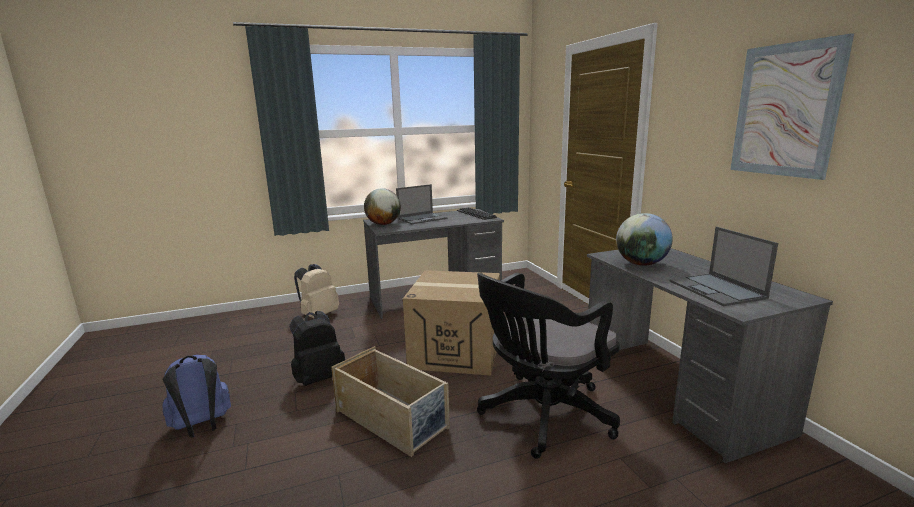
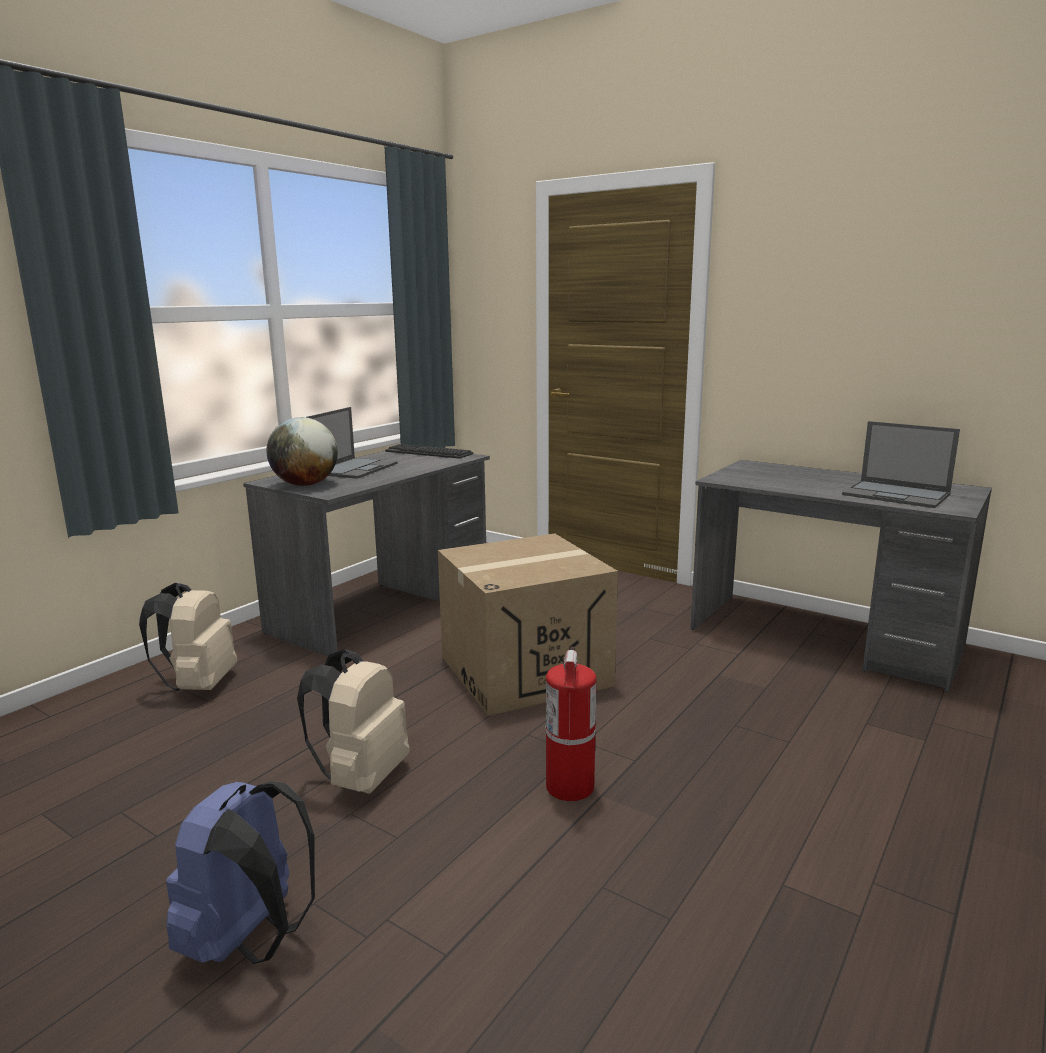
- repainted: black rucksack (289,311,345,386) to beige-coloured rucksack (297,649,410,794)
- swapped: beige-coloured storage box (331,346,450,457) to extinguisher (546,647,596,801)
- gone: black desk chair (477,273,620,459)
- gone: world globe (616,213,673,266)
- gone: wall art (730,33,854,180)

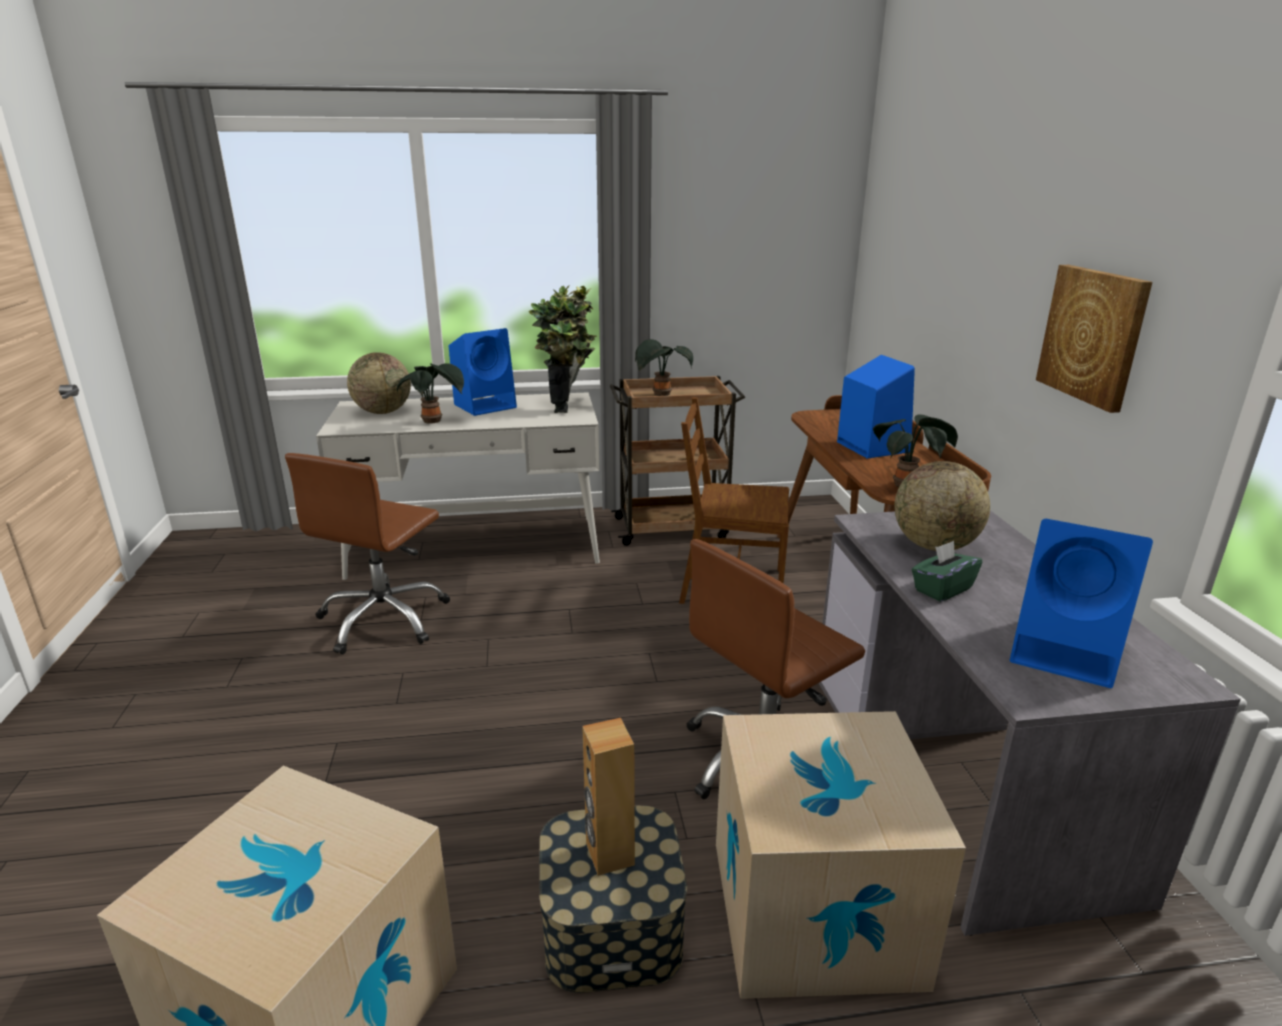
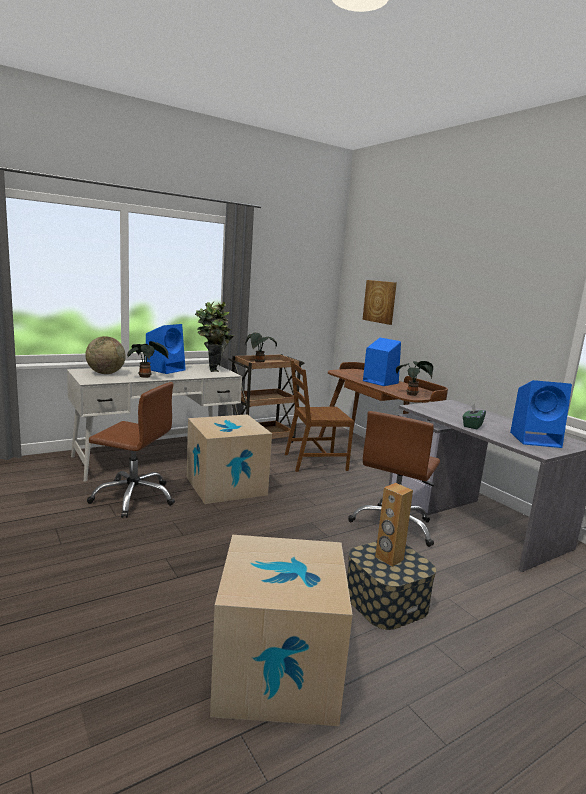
- rotated: brown-coloured desk chair (285,453,450,654) = (87,382,175,518) 75 degrees counterclockwise
- shifted: packing box (716,711,966,999) to (187,414,272,504)
- shifted: wall art (1036,265,1153,413) to (363,280,397,325)
- gone: world globe (894,461,990,551)

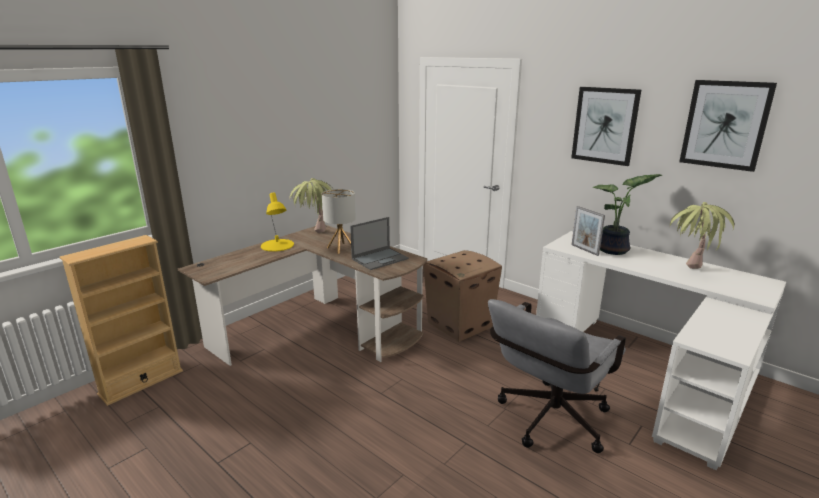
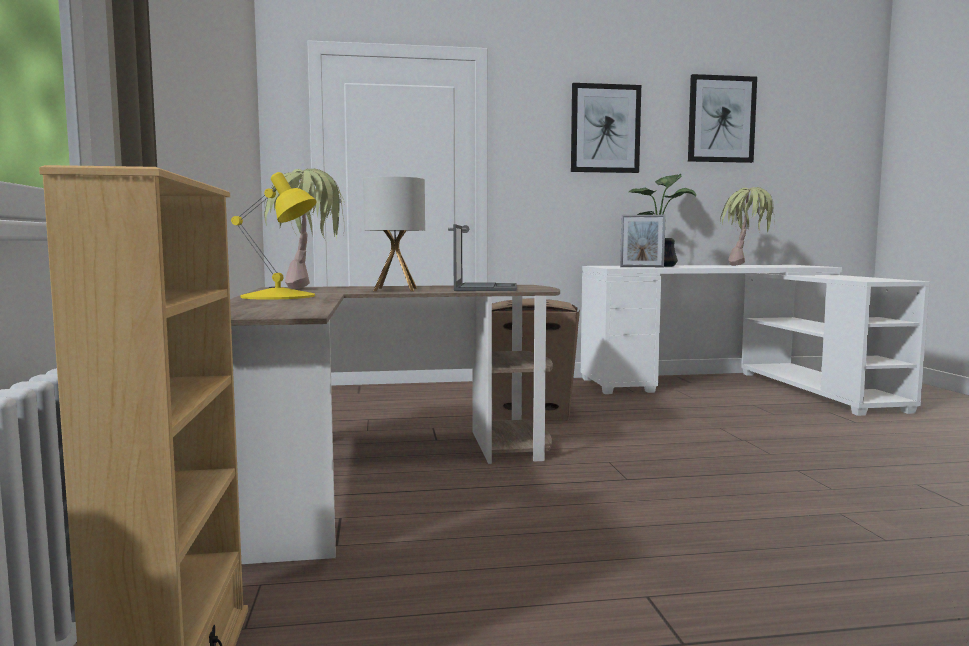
- gone: greyish desk chair (488,299,626,453)

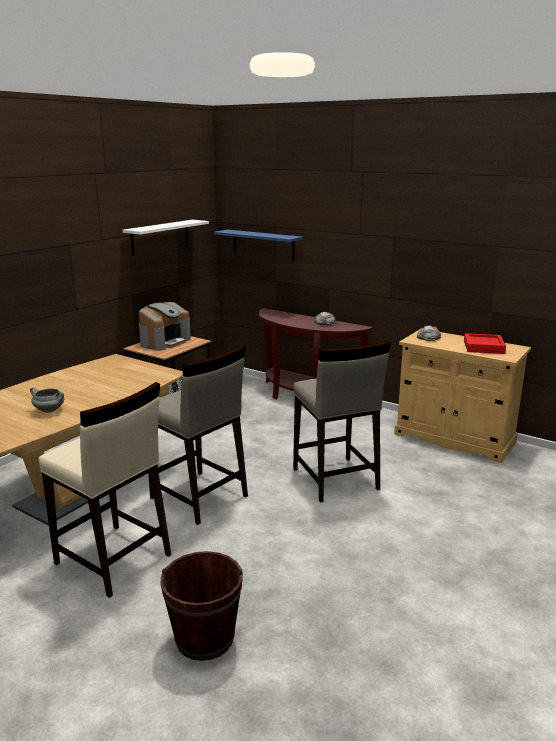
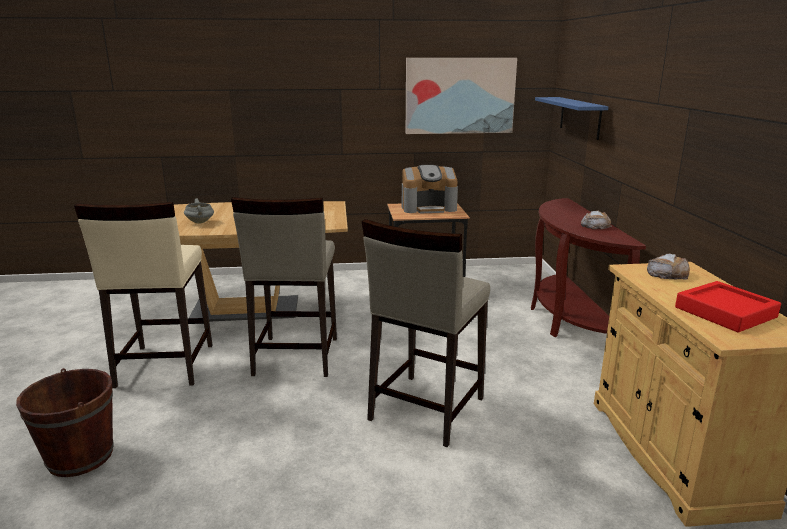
- swapped: white shelf (123,220,209,256) to wall art (406,58,517,134)

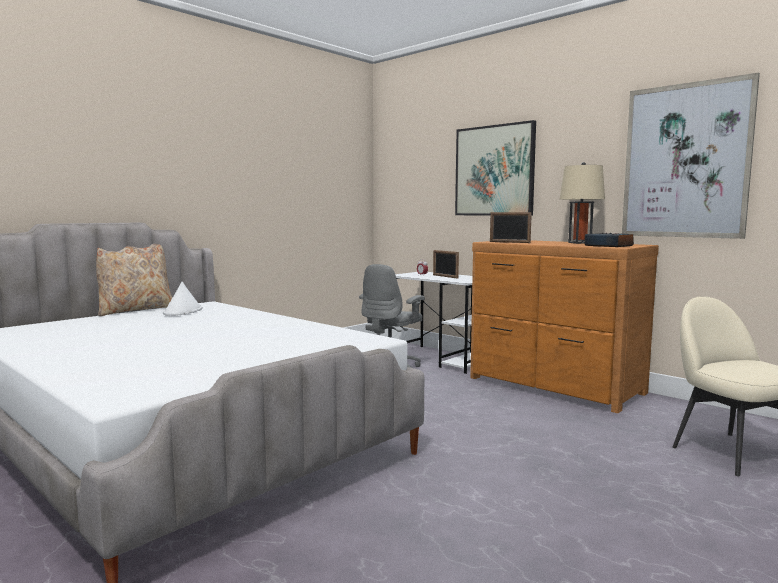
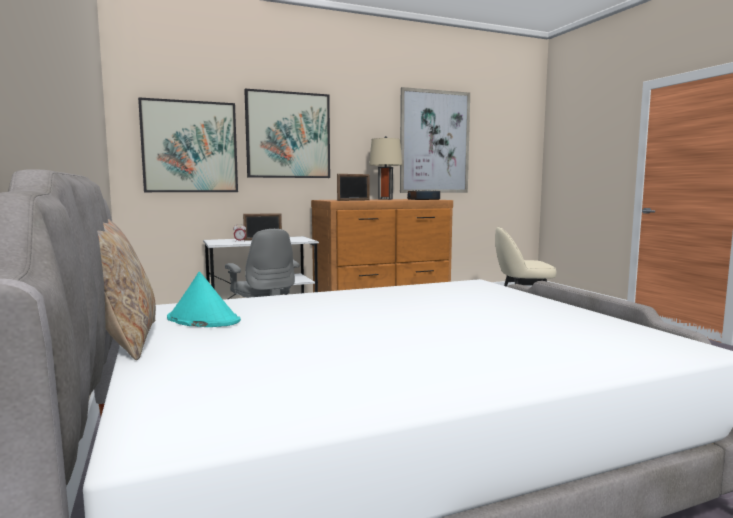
- new: wall art (138,97,238,192)
- repainted: white clothing hat (163,282,203,316) to turquoise-coloured clothing hat (167,272,241,327)

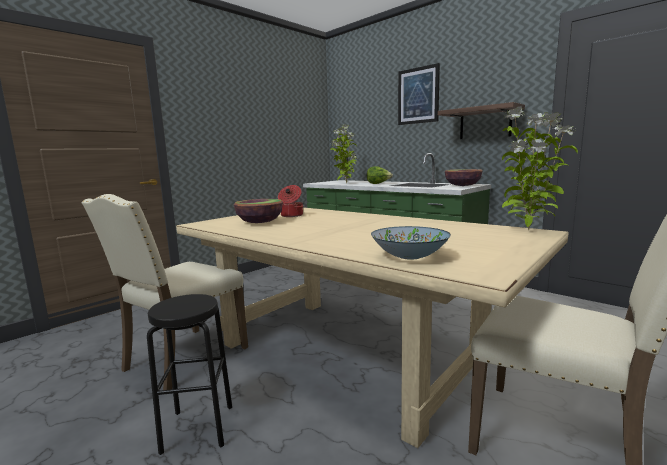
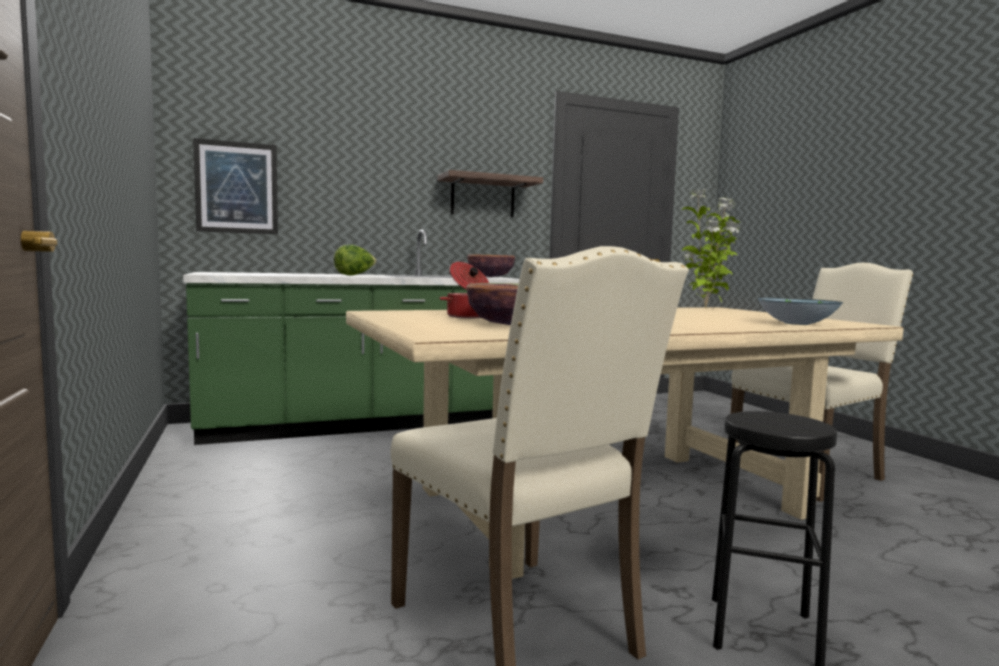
- shifted: wall art (398,63,440,125) to (193,138,278,234)
- gone: plant in a pot (330,124,357,184)

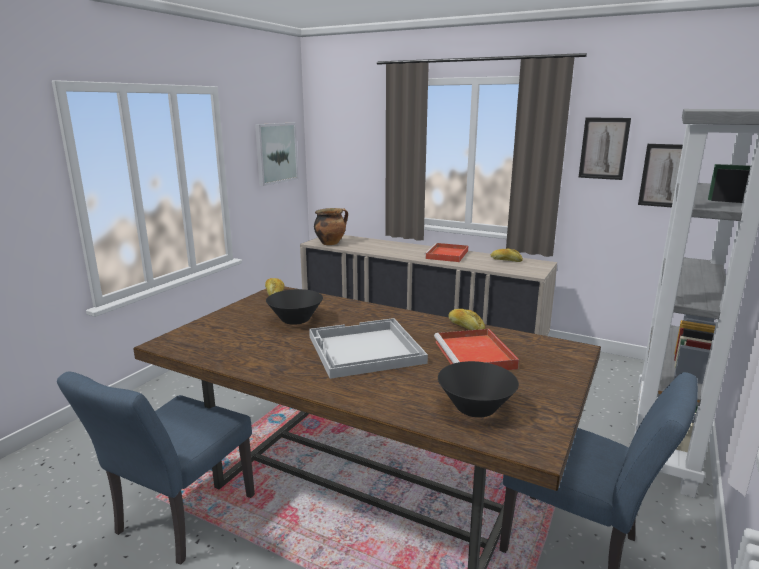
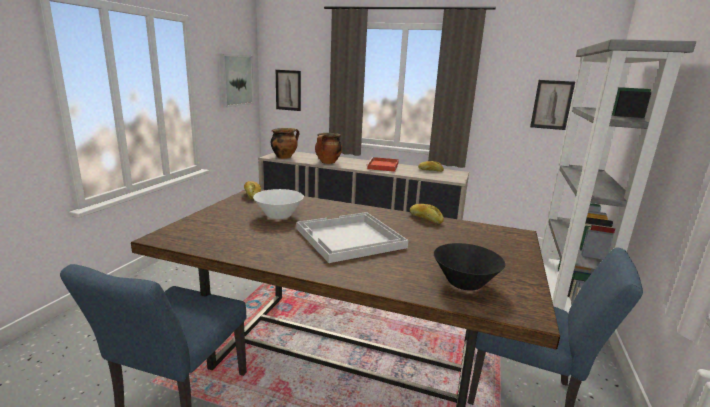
- repainted: black bowl (266,289,323,325) to white bowl (253,189,304,219)
- shifted: wall art (579,117,631,180) to (276,70,301,111)
- new: saucepot (315,133,342,164)
- gone: reddish serving tray (434,329,519,370)

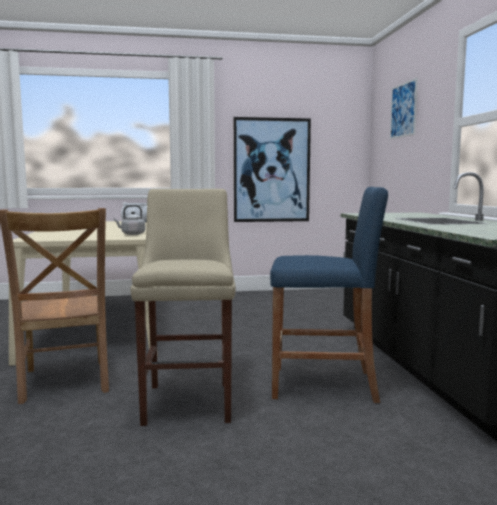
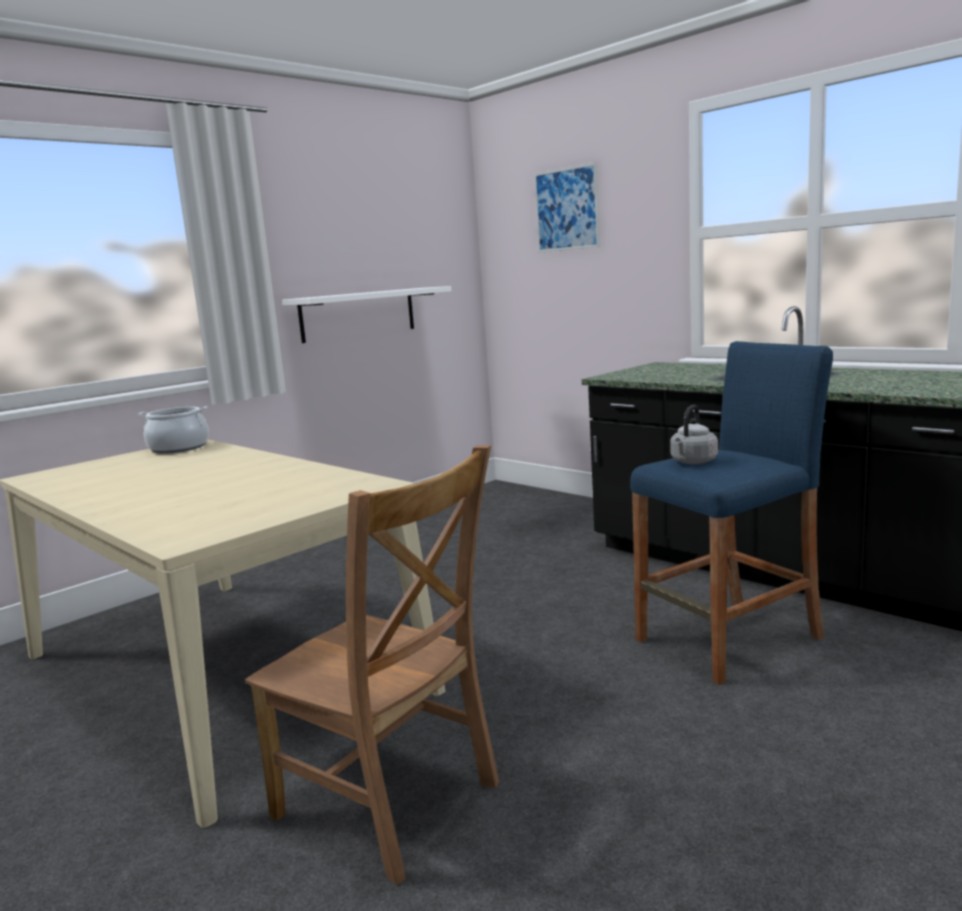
- swapped: wall art (234,117,311,222) to white shelf (282,286,451,343)
- shifted: greyish kettle (114,205,146,235) to (670,405,718,464)
- gone: beige-coloured stool (130,189,236,426)

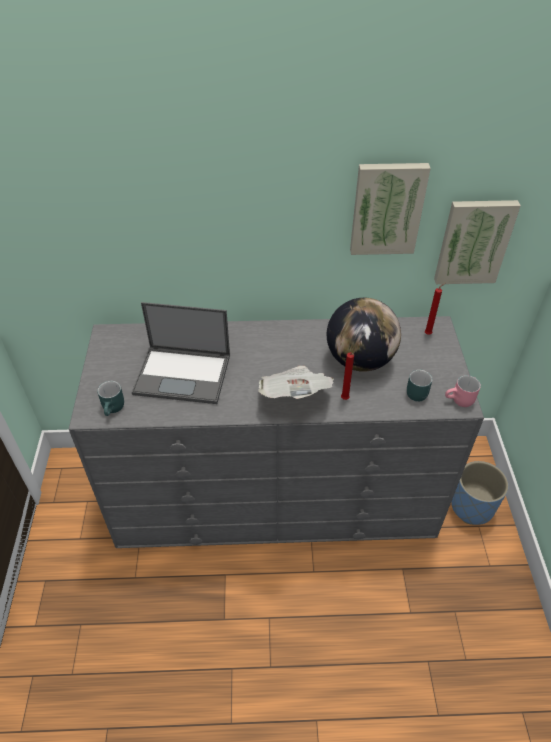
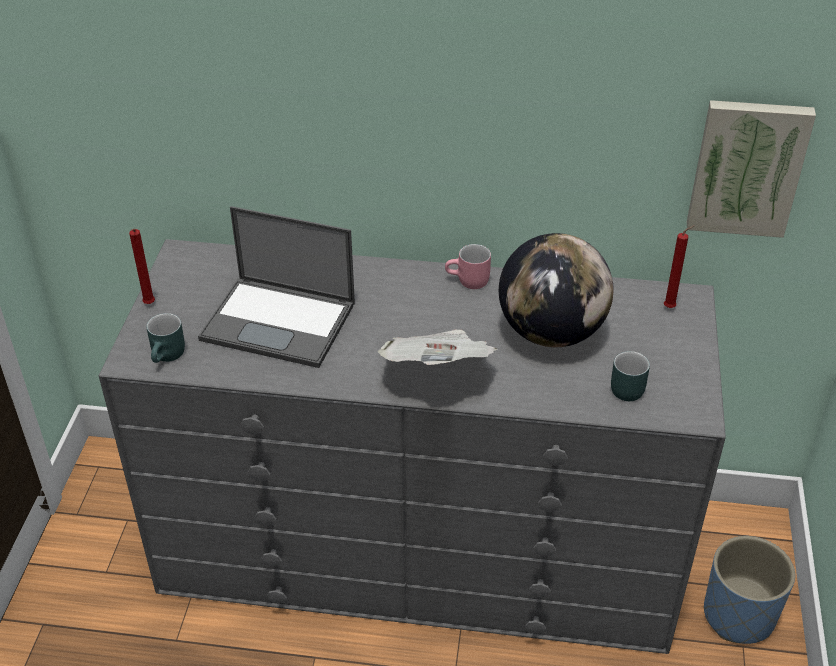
- shifted: reddish wax light (341,353,354,400) to (129,228,155,304)
- shifted: pink tea mug (445,375,481,407) to (445,244,491,289)
- gone: wall art (350,163,431,255)

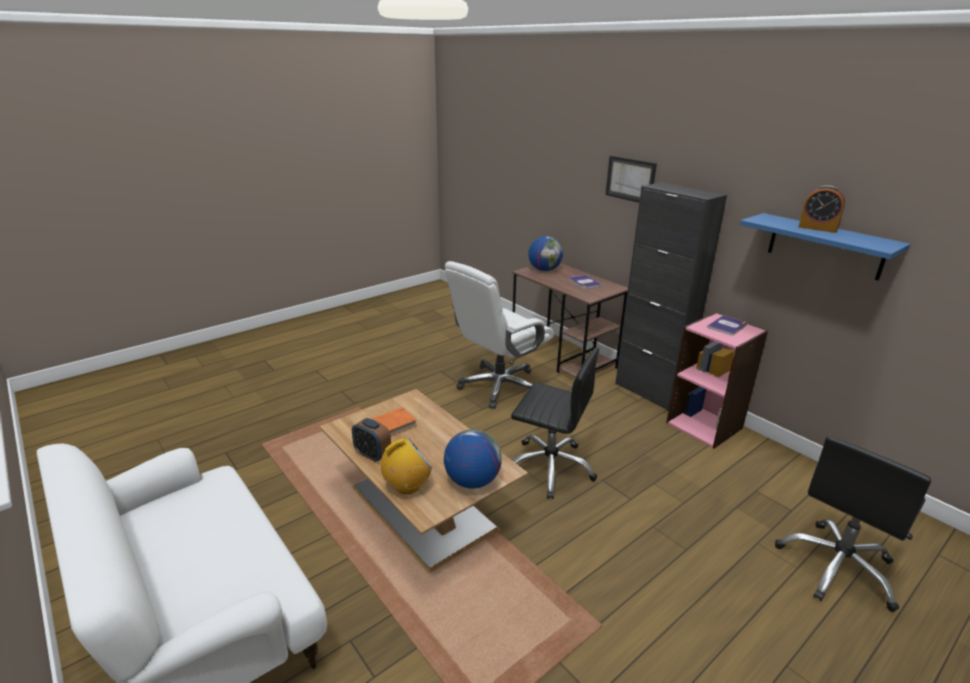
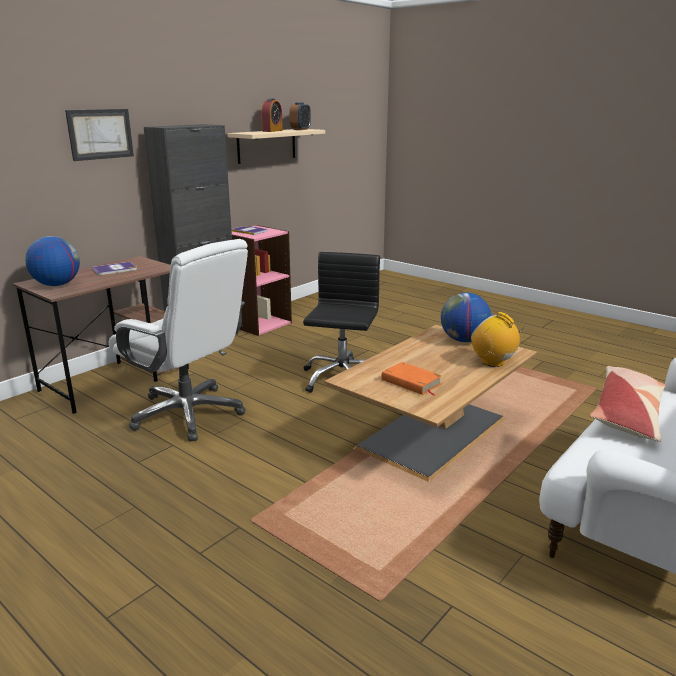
- repainted: bluish shelf (740,213,911,281) to beige-coloured shelf (228,129,325,164)
- shifted: table clock (352,418,391,462) to (290,102,311,130)
- new: throw pillow (590,366,666,442)
- gone: black desk chair (775,436,931,612)

